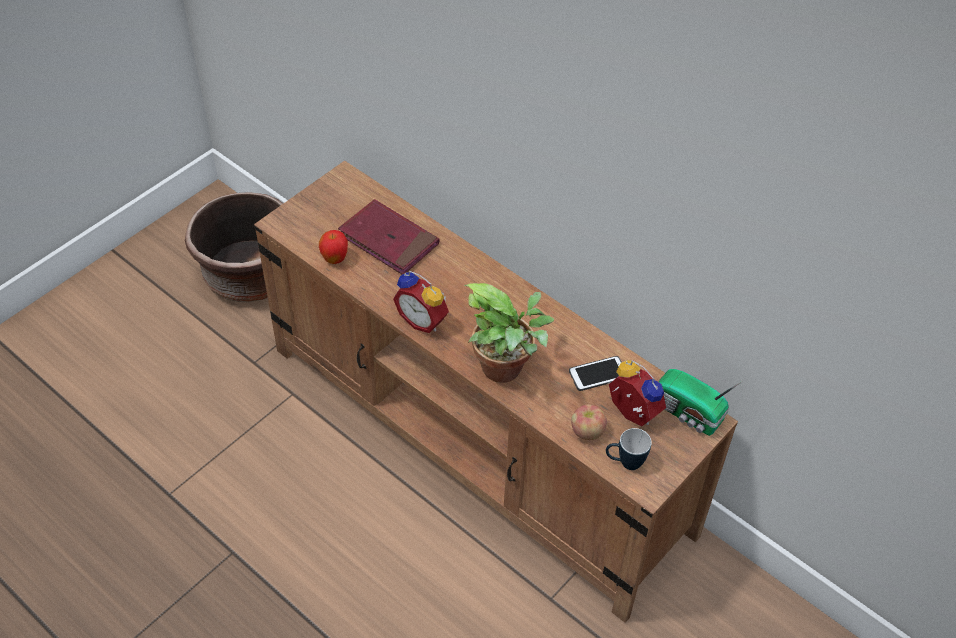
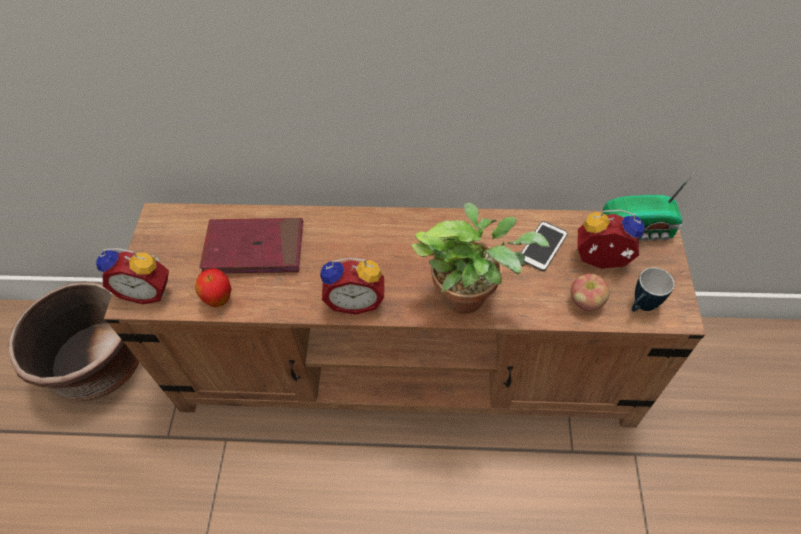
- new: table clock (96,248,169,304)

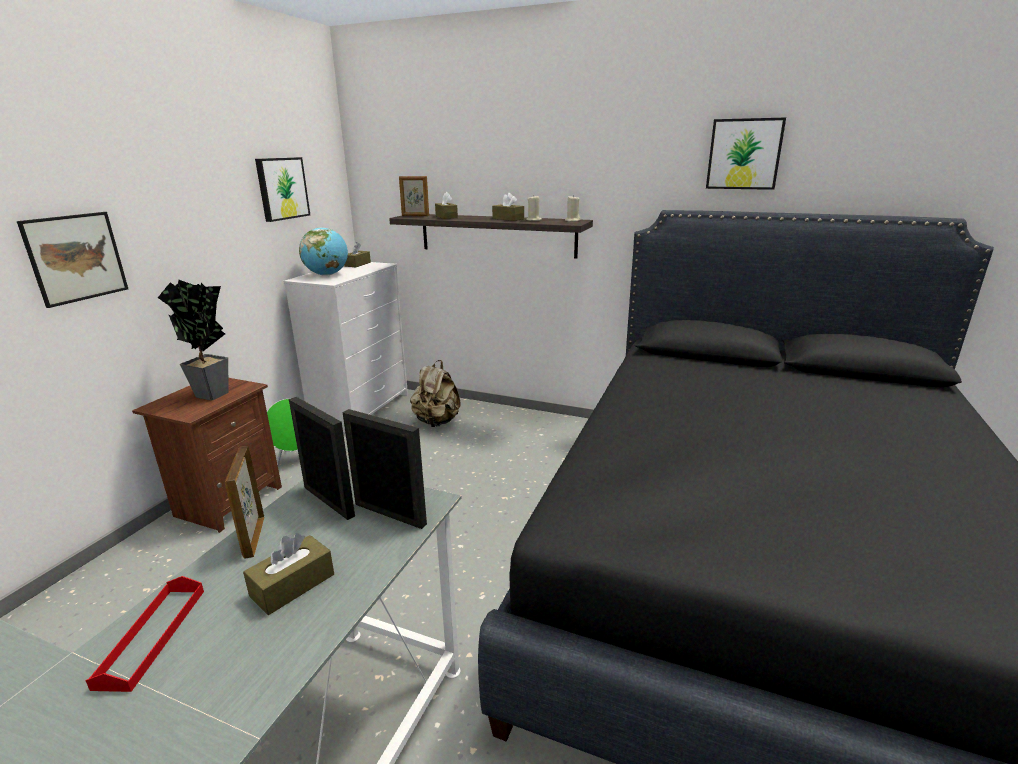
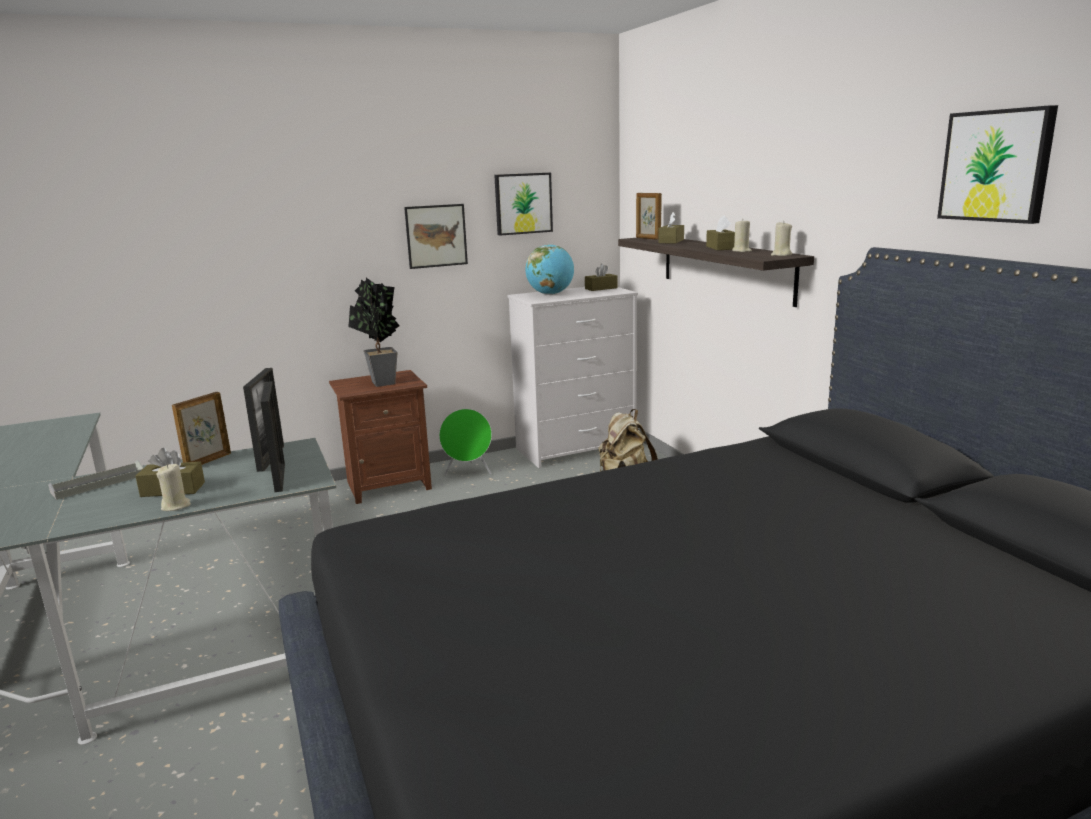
- repainted: reddish serving tray (86,576,204,692) to greyish serving tray (48,460,143,500)
- new: beige-coloured wax light (157,464,191,511)
- shifted: wall art (17,212,128,308) to (404,204,468,269)

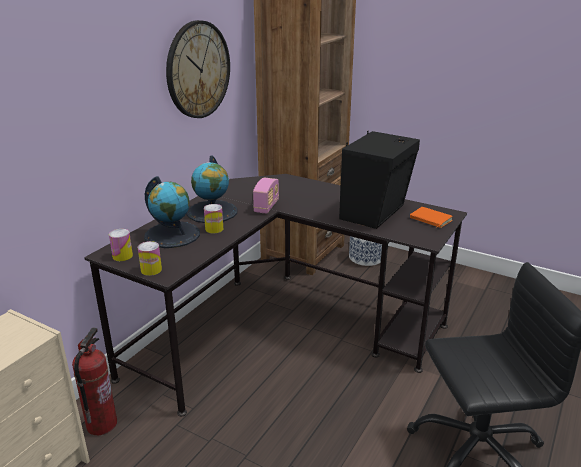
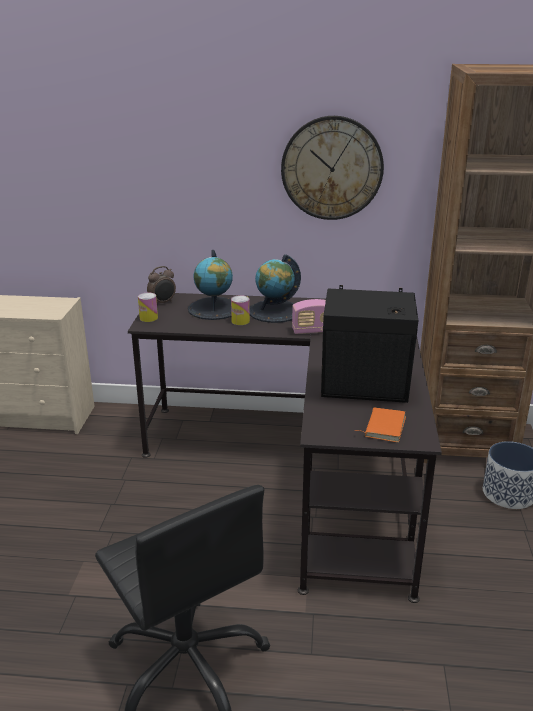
- swapped: sealed can (109,229,133,261) to table clock (147,266,176,304)
- gone: extinguisher (72,328,117,435)

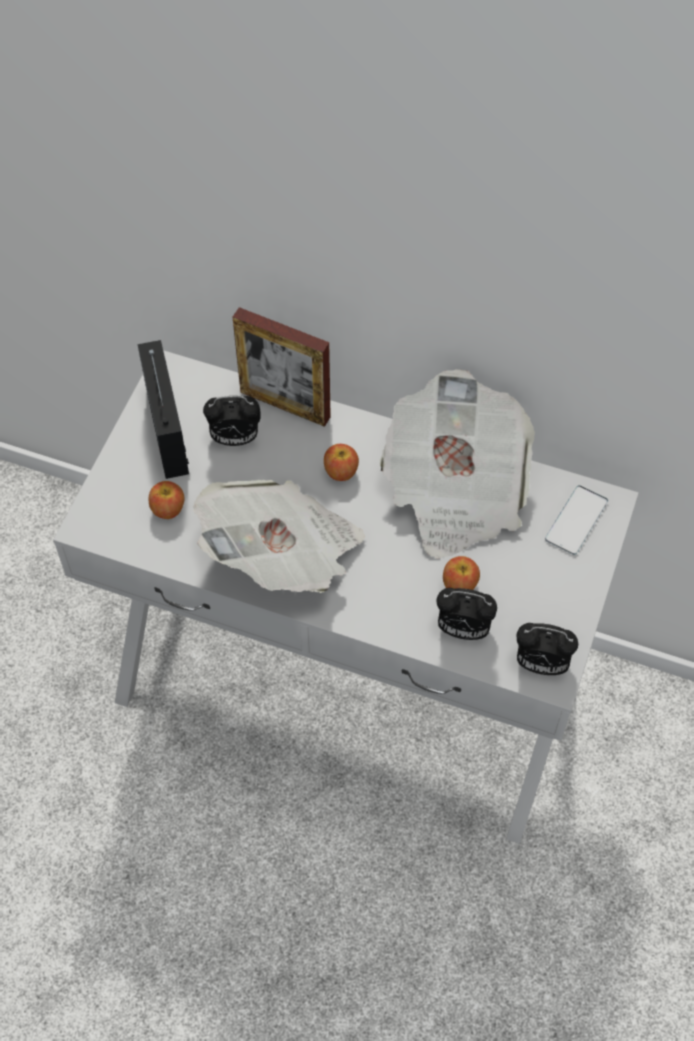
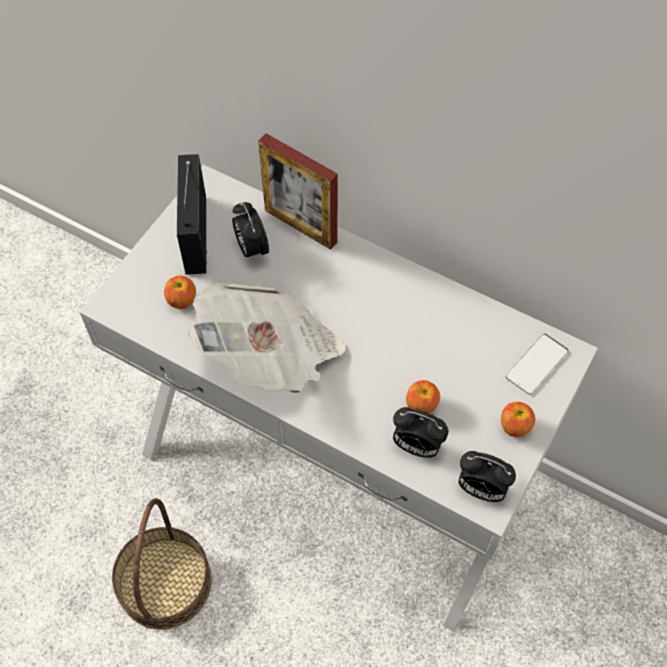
- new: storage basket (112,498,211,629)
- rotated: table clock (203,396,261,446) = (232,202,269,262) 60 degrees clockwise
- shifted: whole apple (324,444,359,481) to (501,402,535,437)
- gone: daily paper (380,369,535,559)

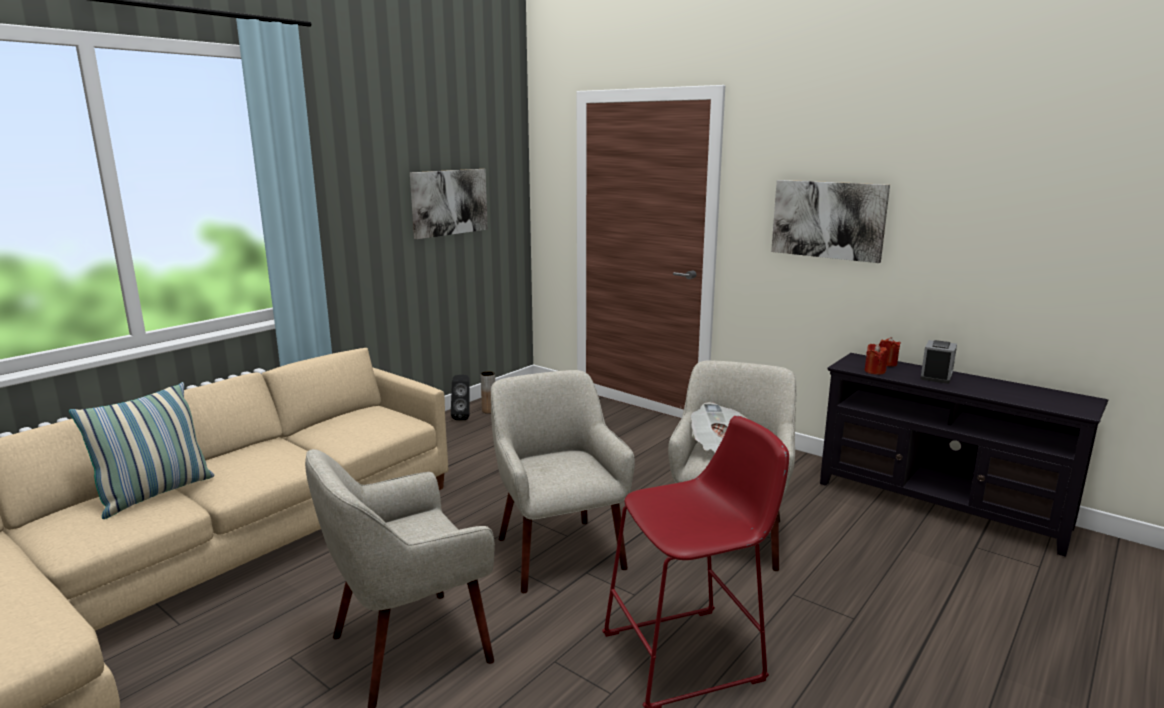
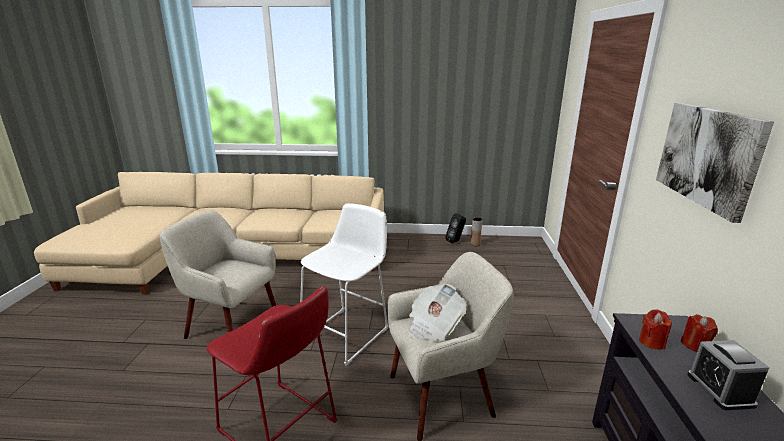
- swapped: beige-coloured easy chair (491,370,635,593) to white stool (300,203,388,366)
- rotated: table clock (920,340,957,384) = (687,340,769,410) 90 degrees clockwise
- gone: throw pillow (69,382,214,519)
- gone: wall art (410,169,488,239)

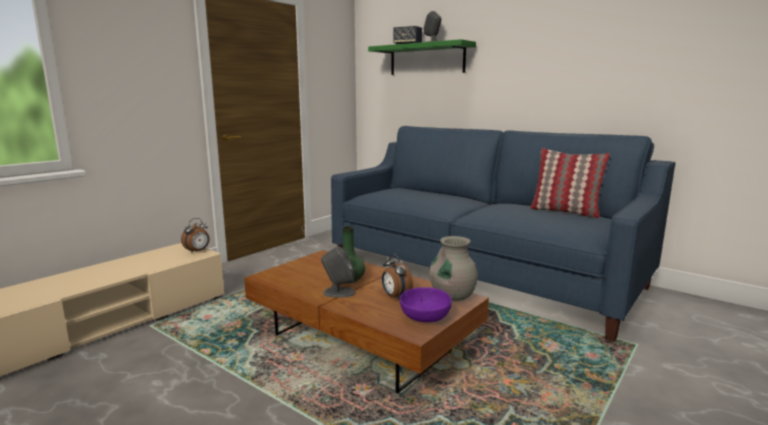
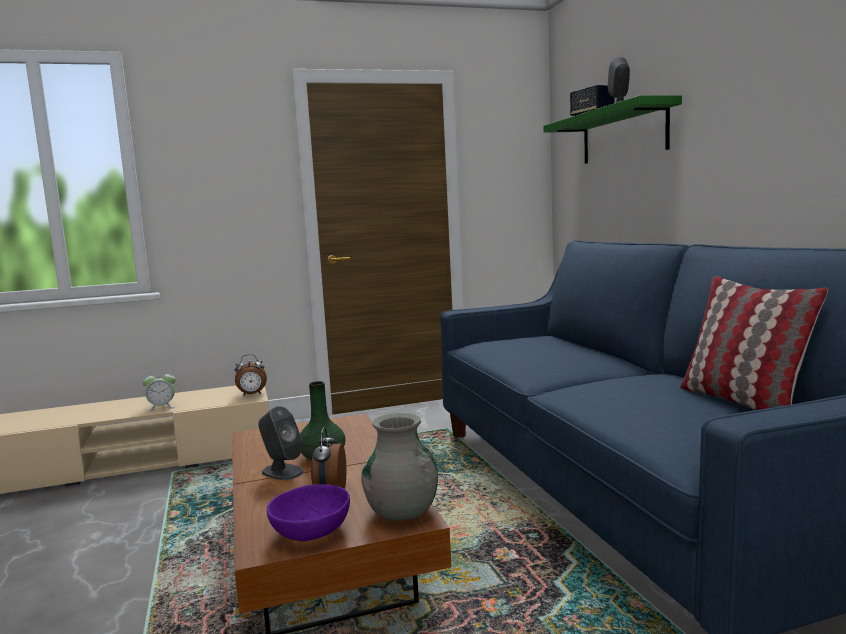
- new: table clock (142,370,176,411)

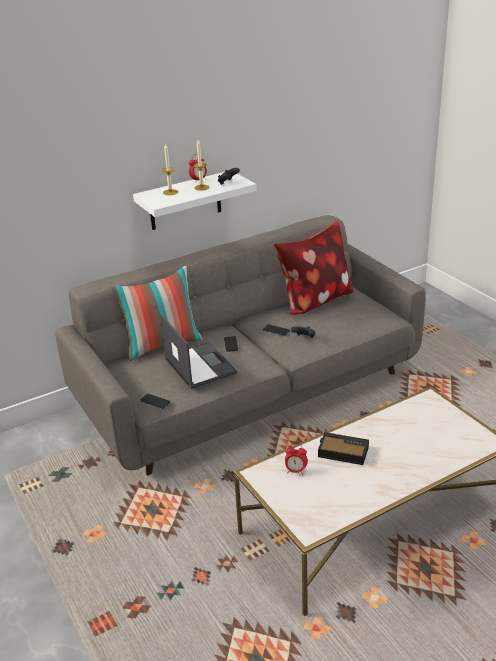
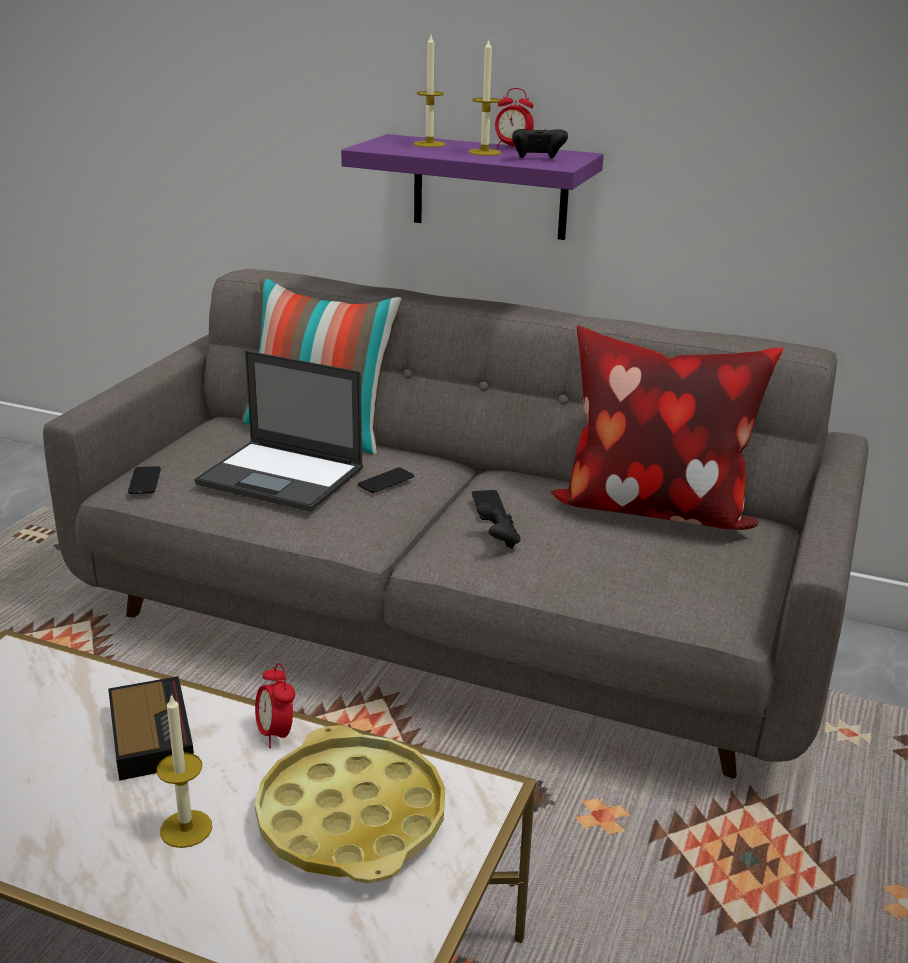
- new: wax light (157,693,212,848)
- rotated: portable computer (160,314,237,389) = (194,351,363,512) 90 degrees clockwise
- shifted: table clock (285,443,308,475) to (255,663,295,748)
- new: yellowish serving tray (255,725,445,883)
- repainted: white shelf (133,172,256,230) to purplish shelf (341,134,604,240)

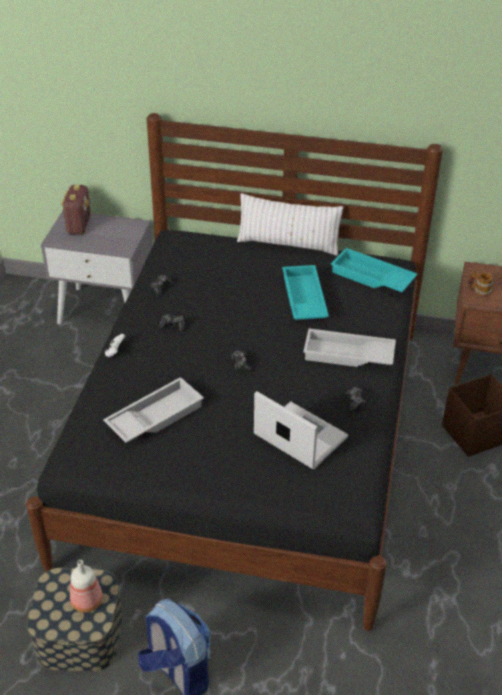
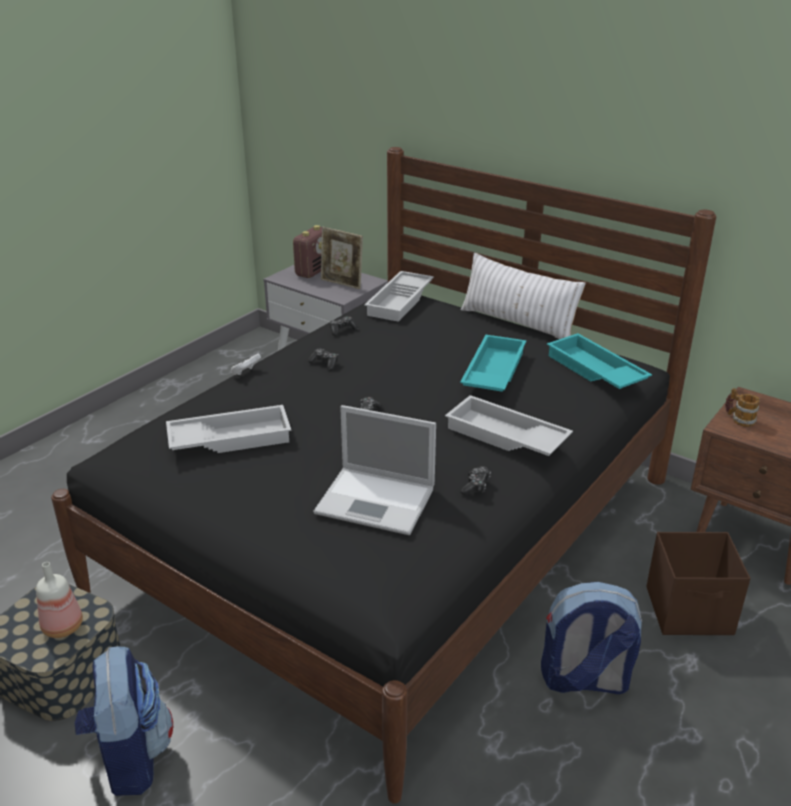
- rotated: portable computer (254,391,348,469) = (313,405,436,535) 135 degrees clockwise
- new: standing frame (321,227,363,289)
- new: white serving tray (364,271,434,322)
- new: rucksack (541,582,642,694)

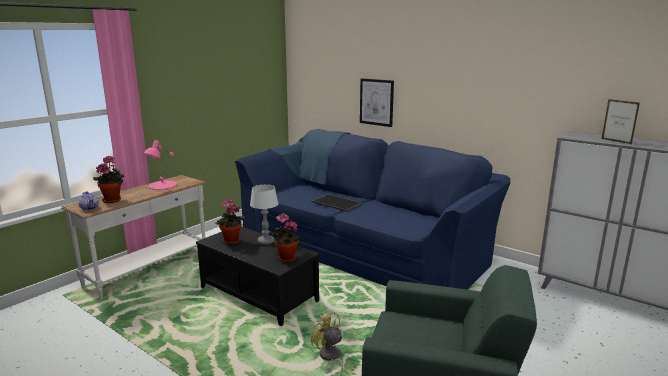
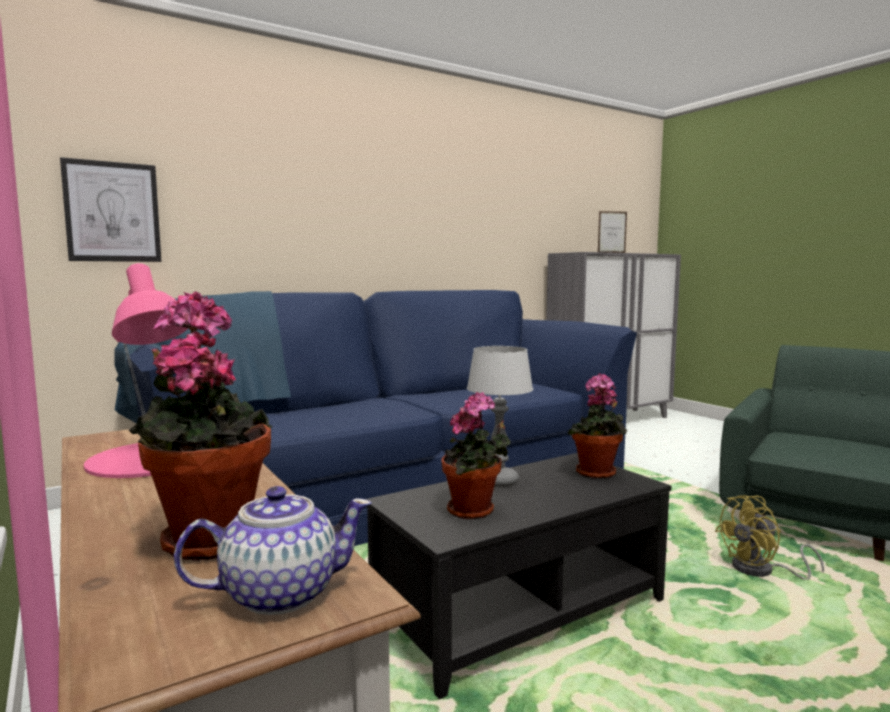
- shifted: wall art (360,78,394,127) to (60,157,161,262)
- gone: serving tray (311,194,362,212)

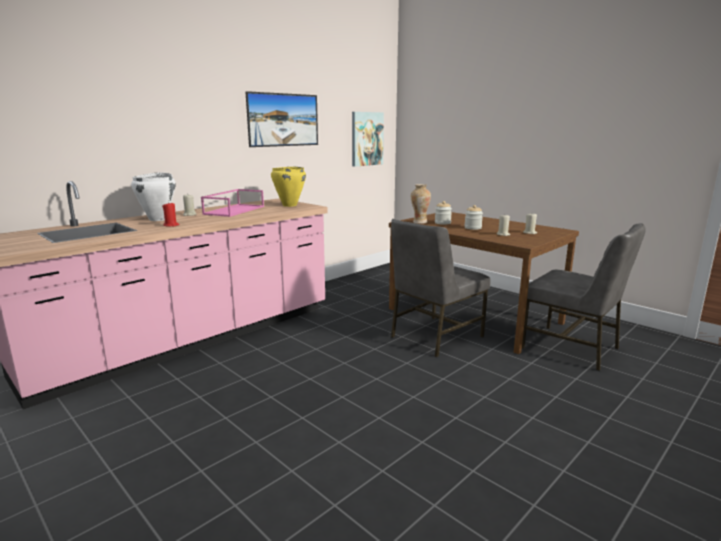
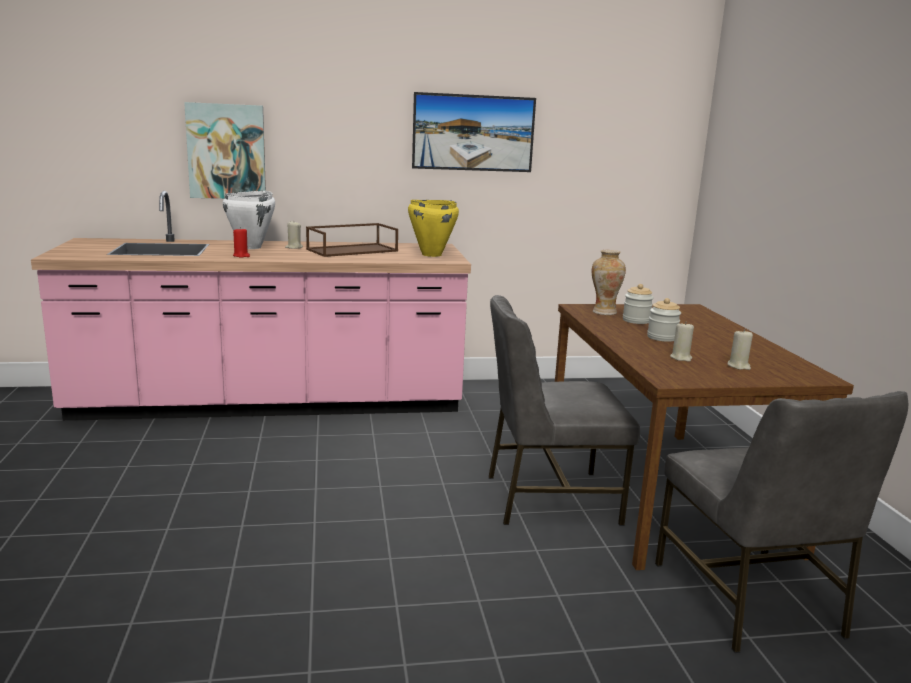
- shifted: wall art (352,112,384,167) to (184,102,266,199)
- repainted: pink serving tray (201,189,264,217) to brown-coloured serving tray (306,223,398,257)

